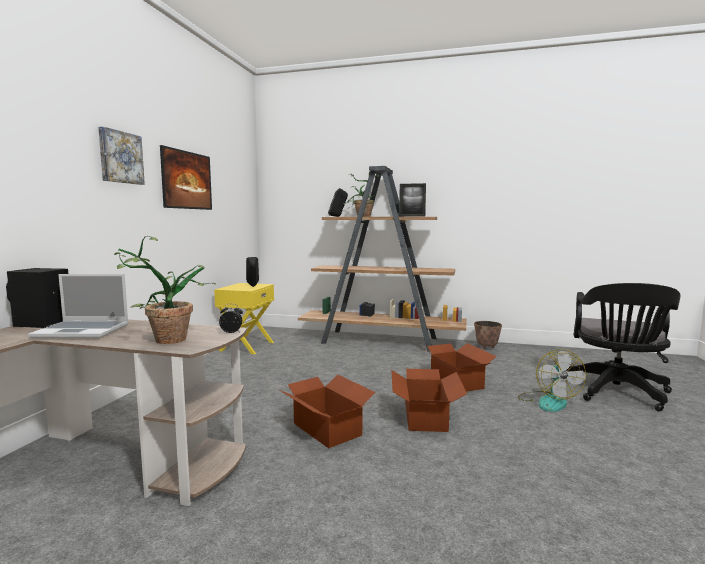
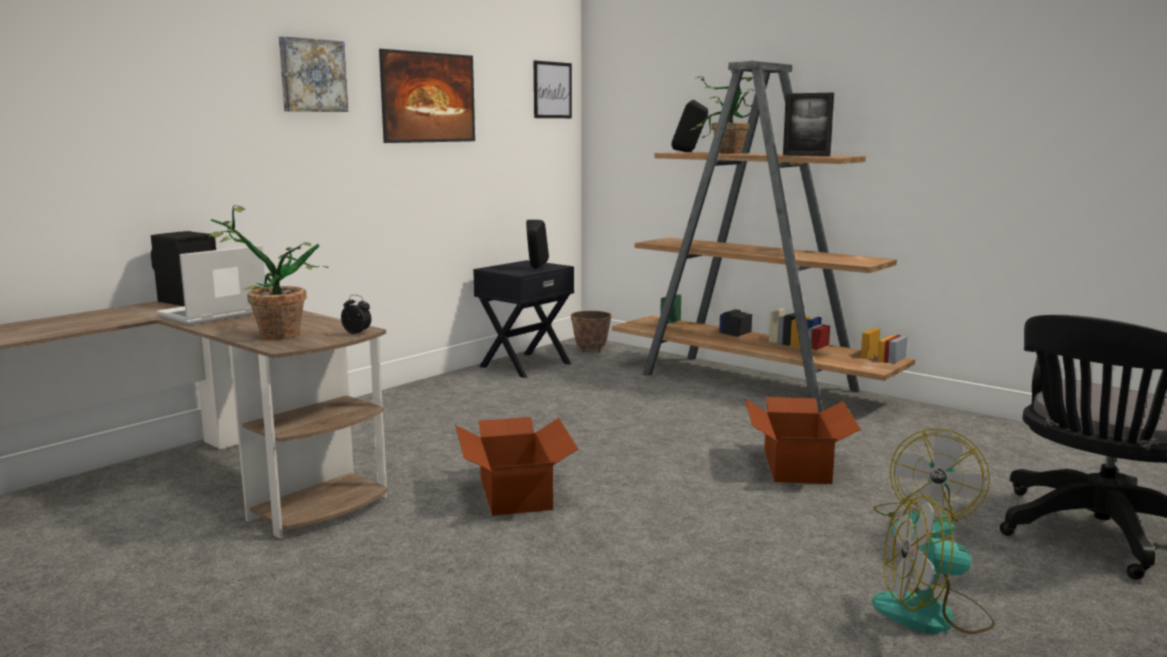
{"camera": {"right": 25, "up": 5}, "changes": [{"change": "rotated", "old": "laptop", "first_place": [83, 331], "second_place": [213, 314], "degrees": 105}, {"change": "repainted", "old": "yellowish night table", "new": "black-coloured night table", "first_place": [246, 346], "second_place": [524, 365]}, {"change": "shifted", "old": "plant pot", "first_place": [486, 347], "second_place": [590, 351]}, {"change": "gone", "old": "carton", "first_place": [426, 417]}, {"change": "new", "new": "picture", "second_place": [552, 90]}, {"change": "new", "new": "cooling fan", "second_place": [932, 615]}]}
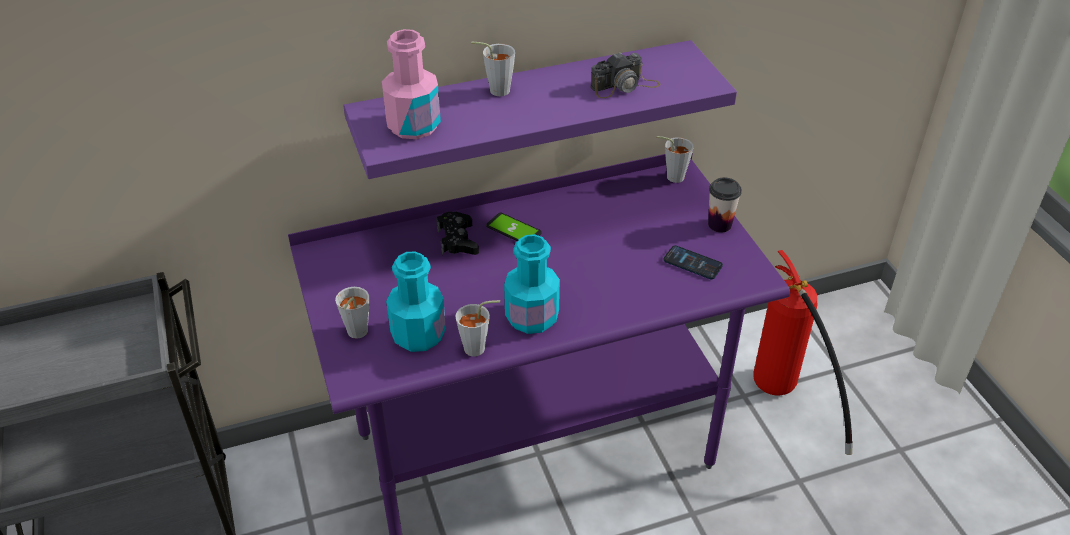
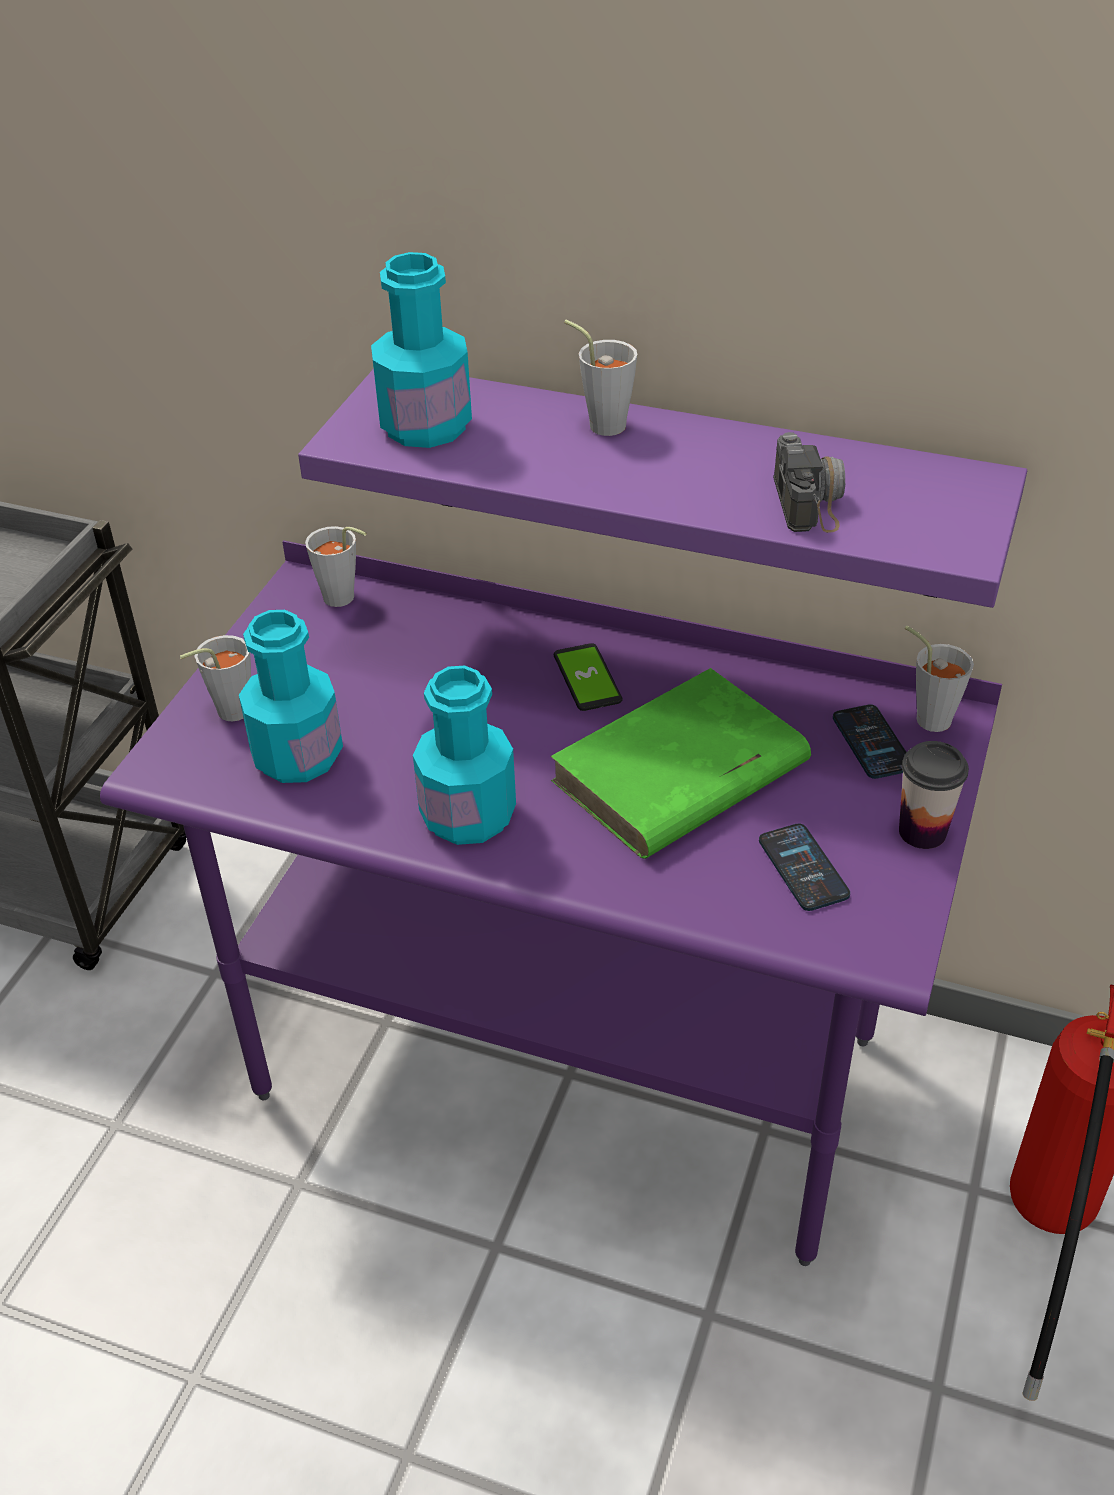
{"camera": {"right": 40, "up": 0}, "changes": [{"change": "repainted", "old": "pinkish beverage bottle", "new": "turquoise beverage bottle", "first_place": [413, 125], "second_place": [426, 426]}, {"change": "rotated", "old": "photo camera", "first_place": [625, 86], "second_place": [809, 495], "degrees": -105}, {"change": "gone", "old": "black-coloured gamepad", "first_place": [457, 240]}, {"change": "shifted", "old": "gray small cup", "first_place": [479, 348], "second_place": [344, 600]}, {"change": "new", "new": "green book", "second_place": [678, 774]}, {"change": "new", "new": "handset", "second_place": [872, 743]}]}
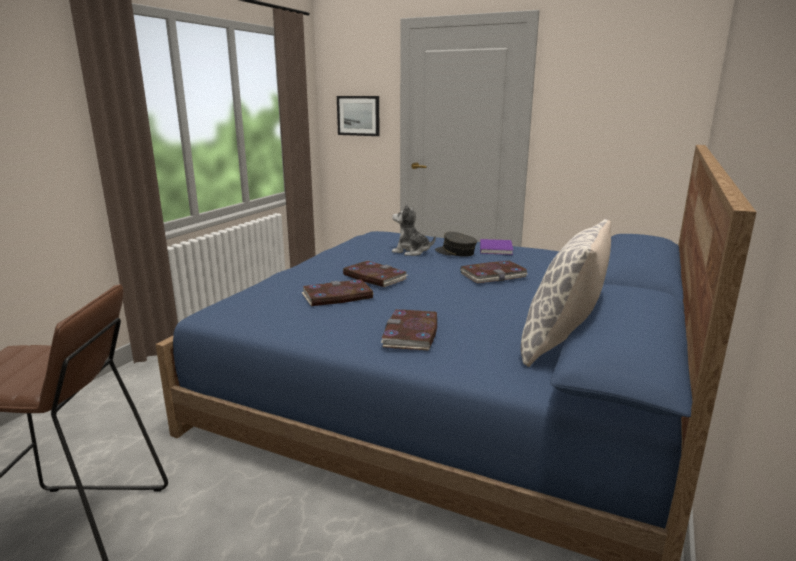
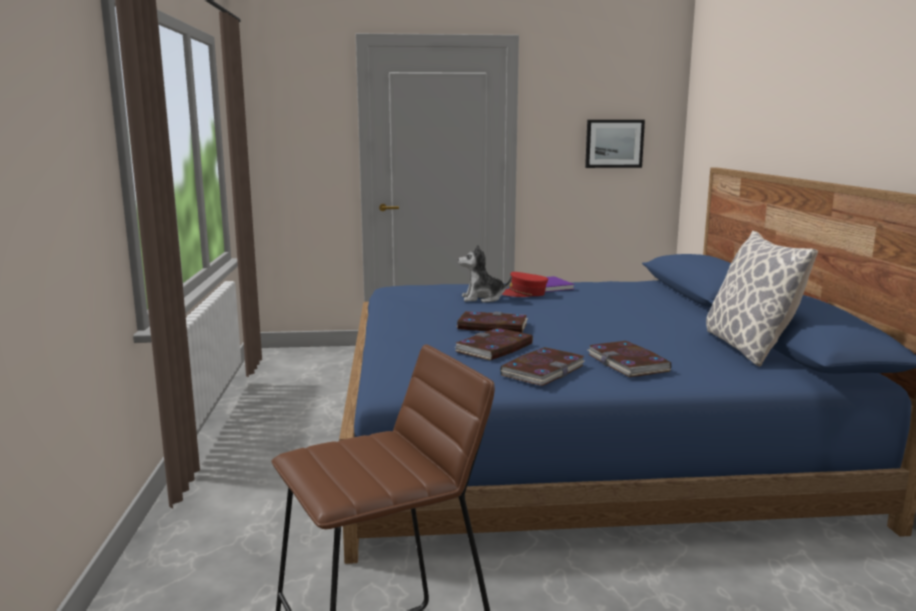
{"camera": {"right": -30, "up": -5}, "changes": [{"change": "shifted", "old": "picture", "first_place": [358, 115], "second_place": [614, 143]}, {"change": "repainted", "old": "gray peaked cap", "new": "red peaked cap", "first_place": [455, 252], "second_place": [523, 294]}, {"change": "shifted", "old": "book", "first_place": [493, 275], "second_place": [542, 370]}]}
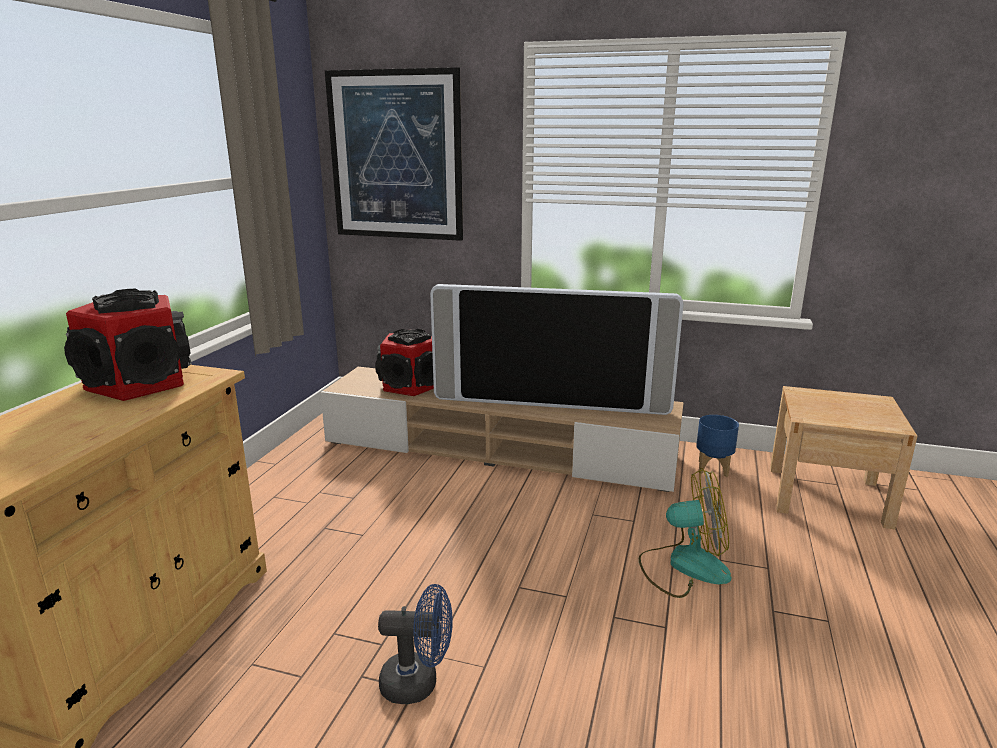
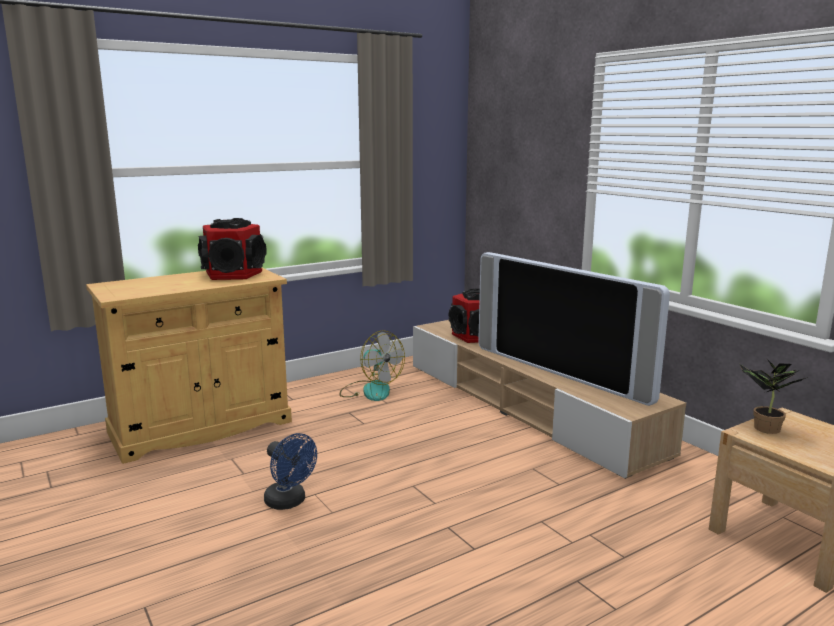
{"camera": {"right": 40, "up": -5}, "changes": [{"change": "gone", "old": "picture", "first_place": [395, 156]}, {"change": "gone", "old": "bluish plant pot", "first_place": [713, 468]}, {"change": "shifted", "old": "cooling fan", "first_place": [684, 566], "second_place": [370, 390]}, {"change": "new", "new": "houseplant", "second_place": [763, 428]}]}
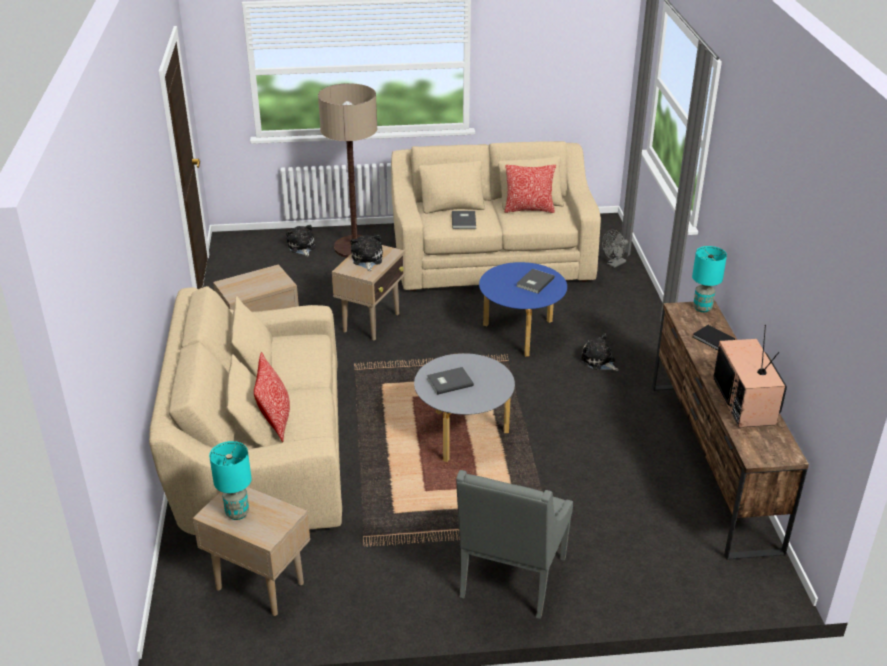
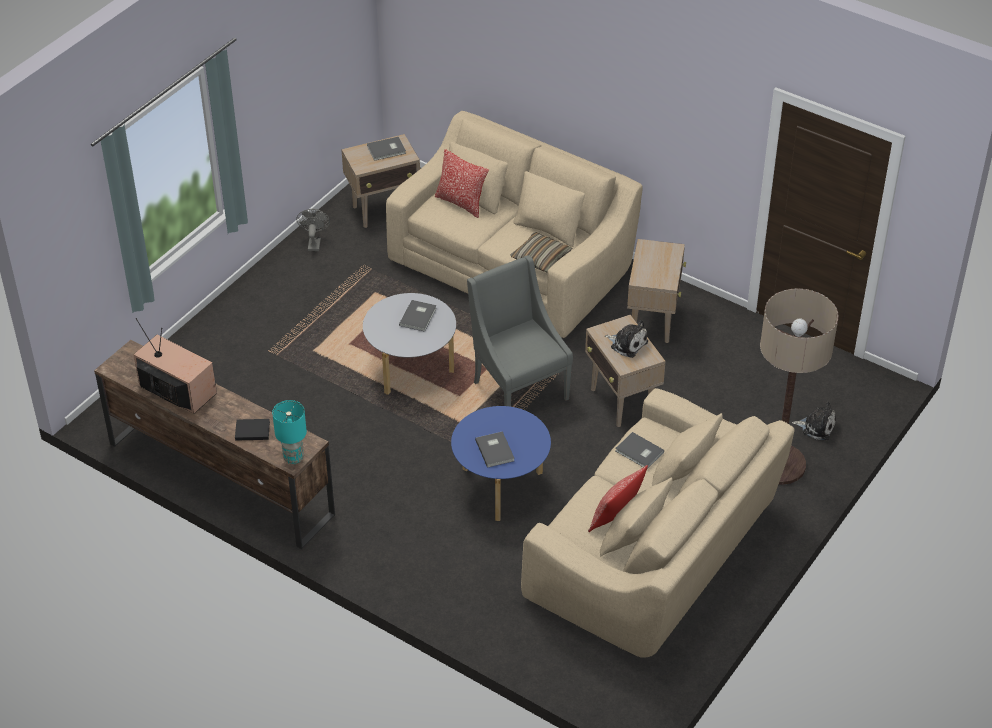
{"camera": {"right": 130, "up": 10}, "changes": [{"change": "shifted", "old": "gray cooling fan", "first_place": [614, 264], "second_place": [314, 243]}, {"change": "gone", "old": "soft toy", "first_place": [599, 361]}, {"change": "swapped", "old": "turquoise table lamp", "new": "gray book", "first_place": [237, 513], "second_place": [387, 150]}, {"change": "shifted", "old": "gray armchair", "first_place": [510, 579], "second_place": [518, 389]}, {"change": "new", "new": "throw pillow", "second_place": [541, 258]}]}
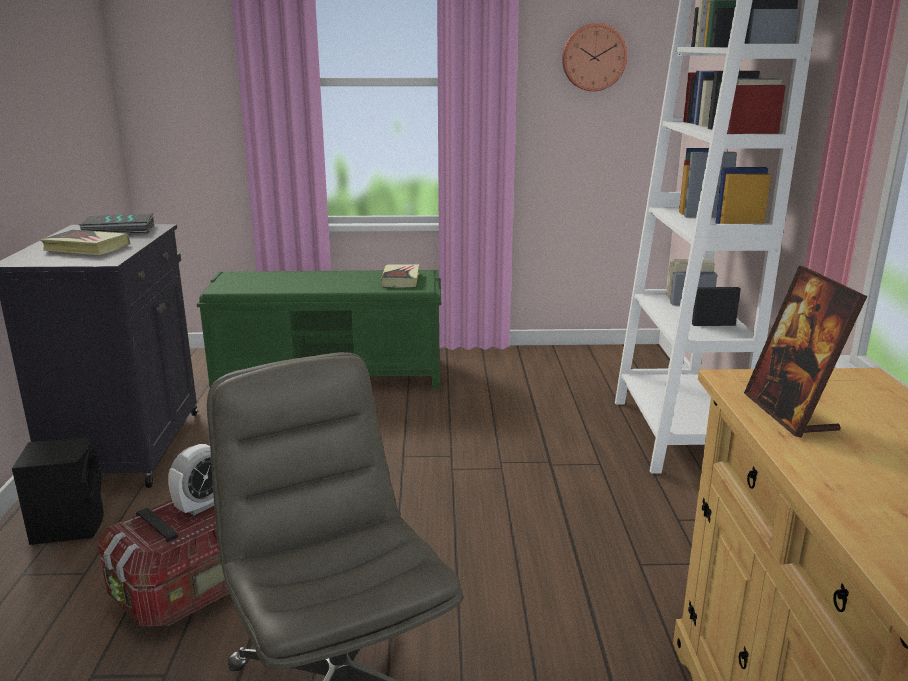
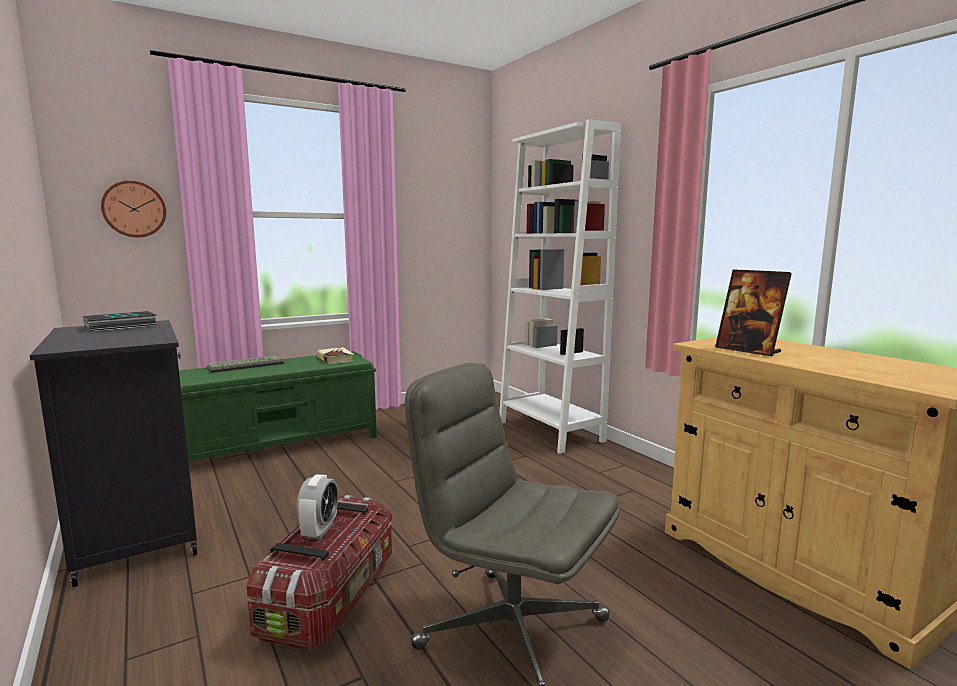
{"camera": {"right": -30, "up": -10}, "changes": [{"change": "shifted", "old": "clock on the wall", "first_place": [593, 57], "second_place": [134, 209]}, {"change": "gone", "old": "book", "first_place": [86, 248]}, {"change": "gone", "old": "black-coloured audio speaker", "first_place": [69, 525]}, {"change": "new", "new": "keyboard", "second_place": [246, 365]}]}
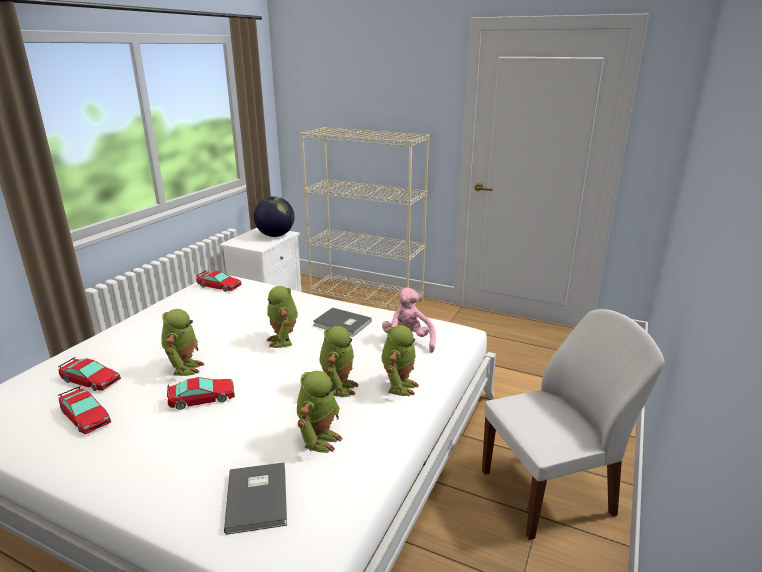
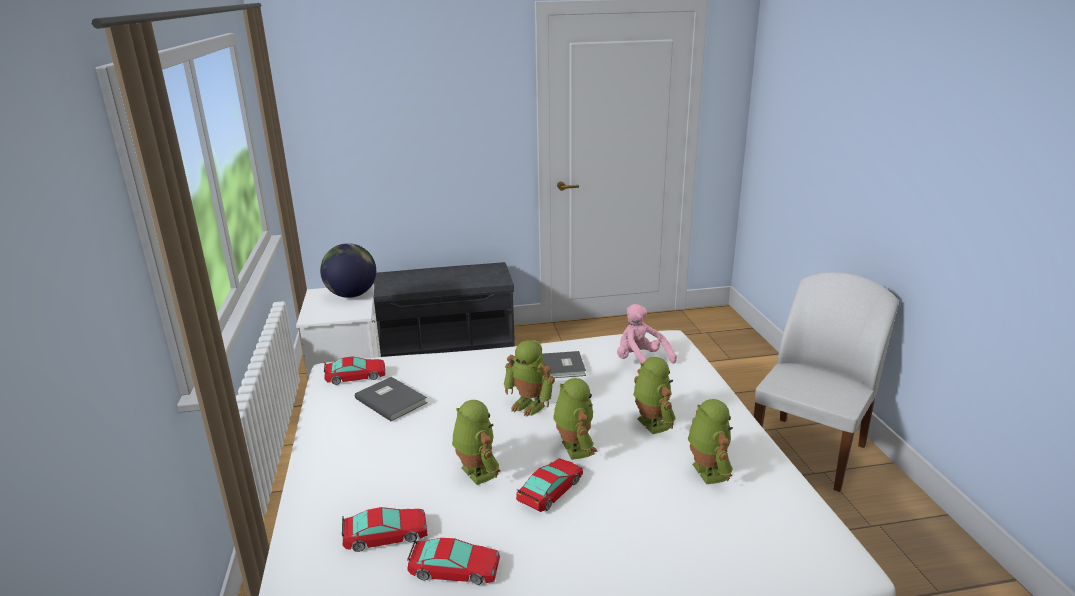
{"camera": {"right": -35, "up": 0}, "changes": [{"change": "swapped", "old": "beige shelving unit", "new": "gray long seat", "first_place": [367, 298], "second_place": [446, 345]}, {"change": "shifted", "old": "model robot", "first_place": [399, 386], "second_place": [574, 448]}, {"change": "shifted", "old": "gray book", "first_place": [259, 497], "second_place": [391, 399]}]}
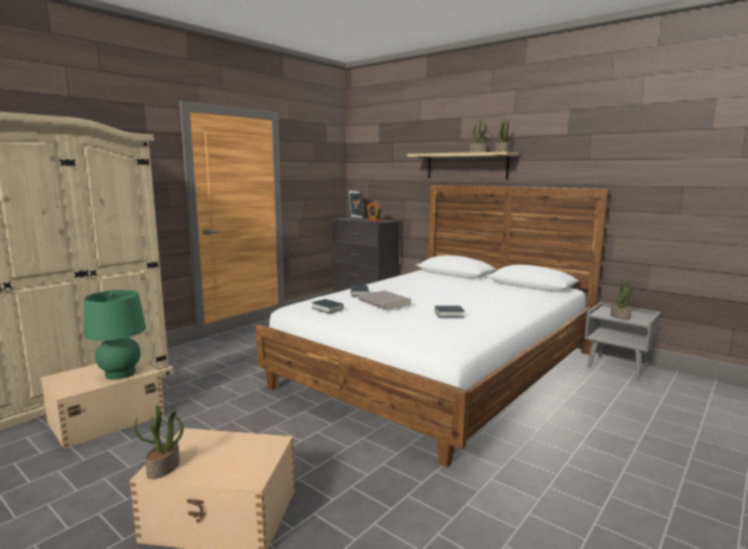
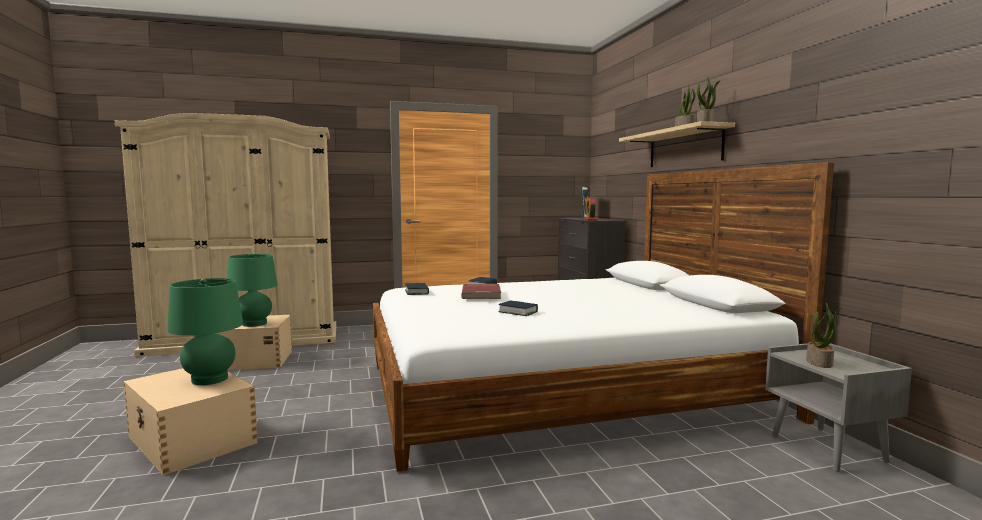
{"camera": {"right": 35, "up": -5}, "changes": [{"change": "repainted", "old": "gray book", "new": "red book", "first_place": [385, 302], "second_place": [482, 293]}, {"change": "gone", "old": "houseplant", "first_place": [163, 468]}, {"change": "new", "new": "green table lamp", "second_place": [210, 379]}]}
